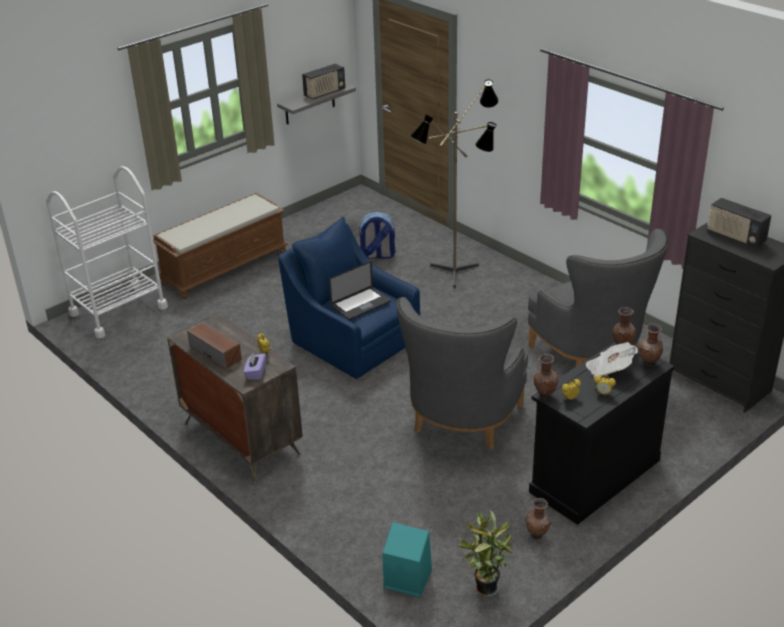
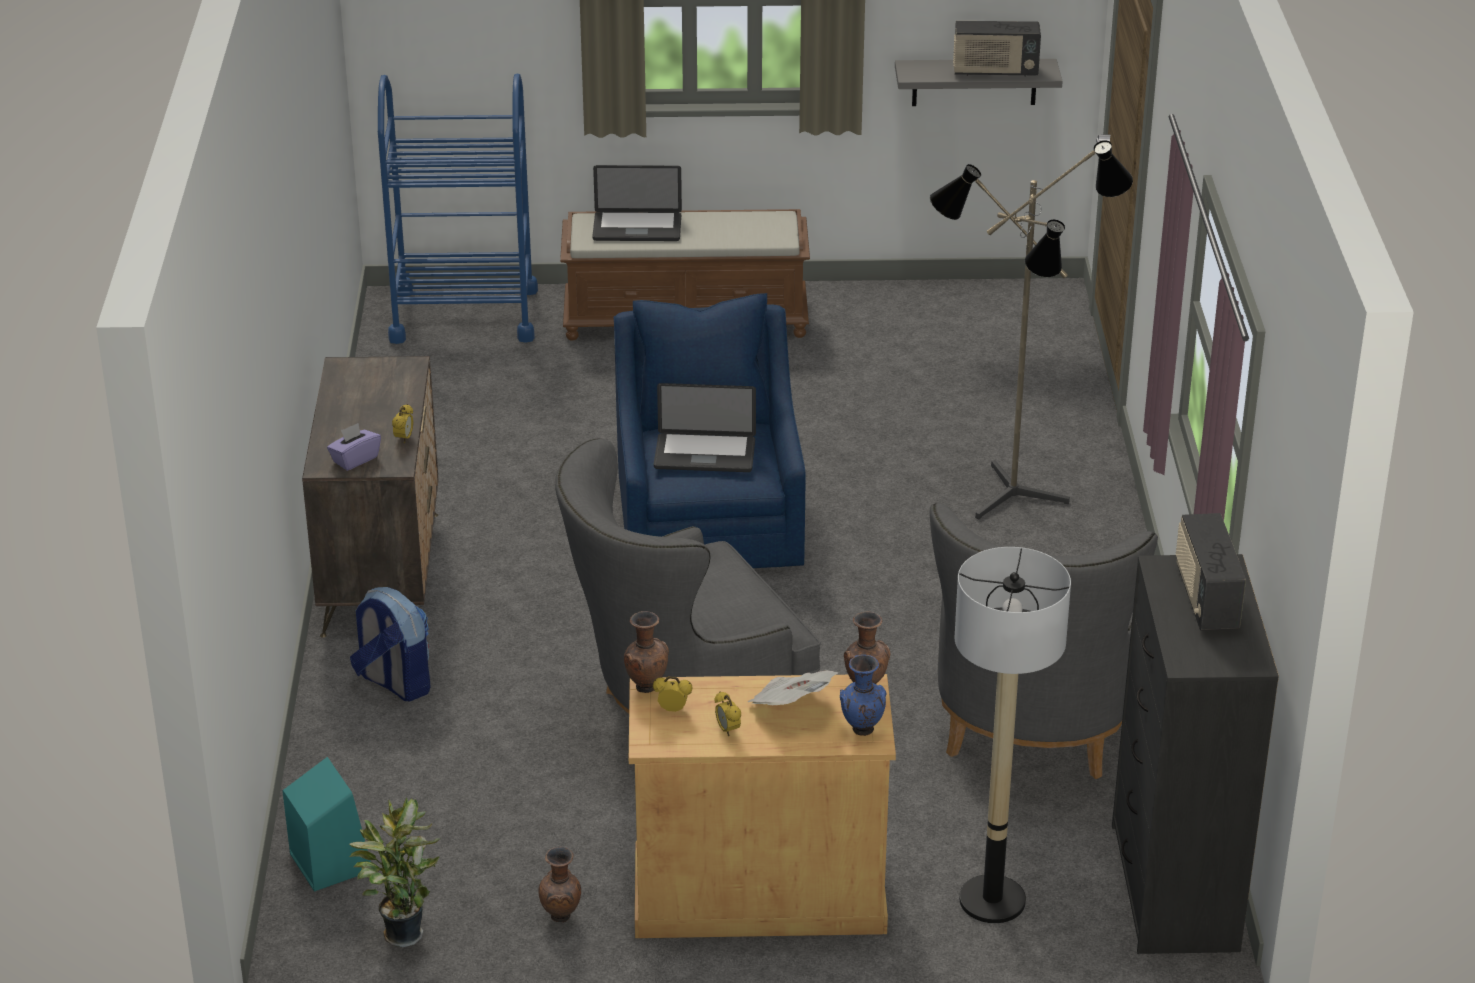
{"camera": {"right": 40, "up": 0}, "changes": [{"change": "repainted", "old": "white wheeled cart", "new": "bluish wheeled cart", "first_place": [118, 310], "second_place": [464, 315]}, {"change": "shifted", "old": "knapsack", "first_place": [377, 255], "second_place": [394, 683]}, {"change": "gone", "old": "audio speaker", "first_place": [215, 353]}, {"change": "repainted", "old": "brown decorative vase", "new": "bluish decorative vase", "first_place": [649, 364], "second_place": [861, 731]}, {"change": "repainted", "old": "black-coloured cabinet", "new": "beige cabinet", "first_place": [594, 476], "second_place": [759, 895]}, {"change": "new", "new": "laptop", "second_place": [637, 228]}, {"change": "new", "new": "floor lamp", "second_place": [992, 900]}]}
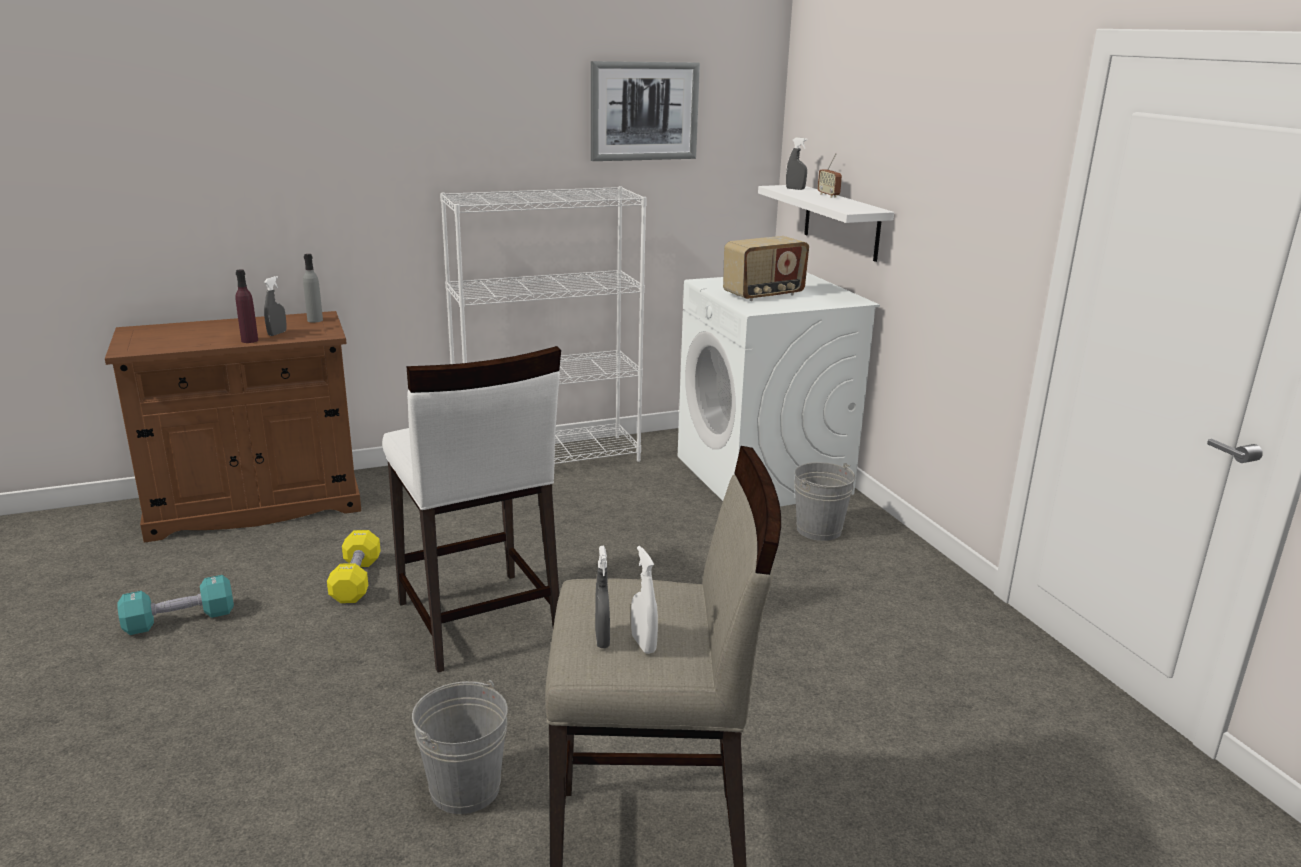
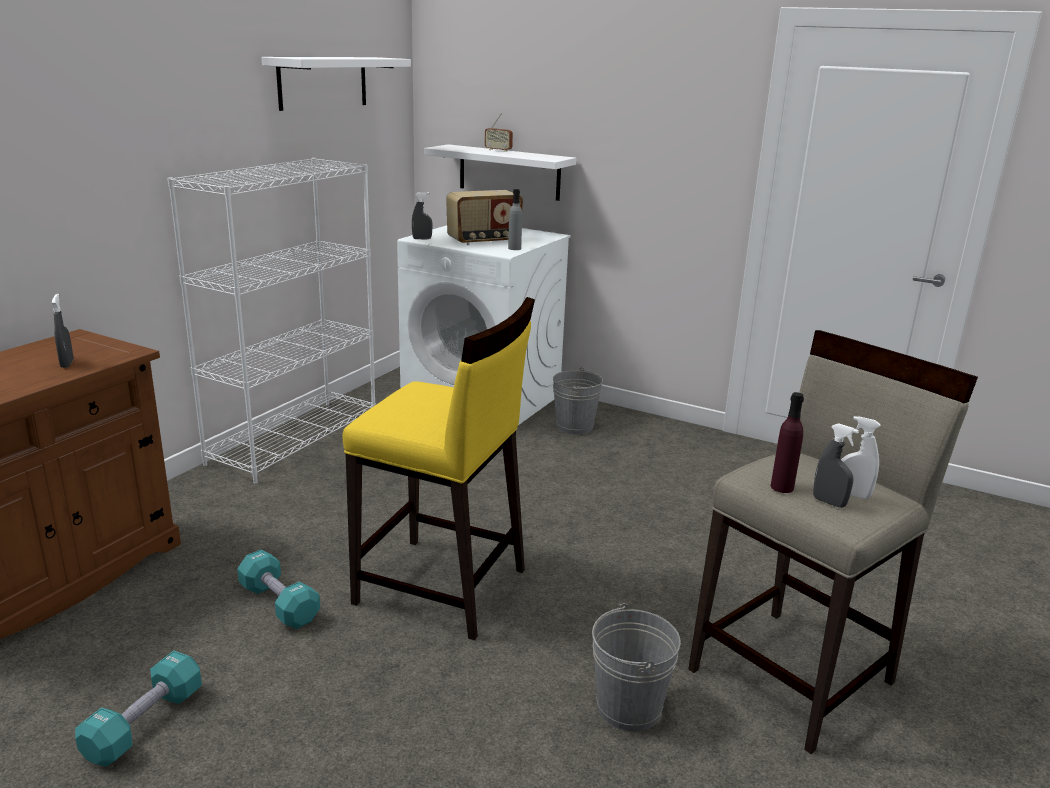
{"camera": {"right": -40, "up": 0}, "changes": [{"change": "swapped", "old": "picture", "new": "white bracket shelf", "first_place": [644, 111], "second_place": [323, 82]}, {"change": "shifted", "old": "gray spray bottle", "first_place": [795, 189], "second_place": [422, 239]}, {"change": "rotated", "old": "radio set", "first_place": [764, 295], "second_place": [484, 241], "degrees": 45}, {"change": "shifted", "old": "gray beverage bottle", "first_place": [315, 320], "second_place": [514, 248]}, {"change": "shifted", "old": "purple beverage bottle", "first_place": [249, 340], "second_place": [782, 487]}, {"change": "repainted", "old": "white stool", "new": "yellowish stool", "first_place": [477, 621], "second_place": [442, 587]}, {"change": "repainted", "old": "yellowish free weight", "new": "turquoise free weight", "first_place": [356, 580], "second_place": [279, 604]}]}
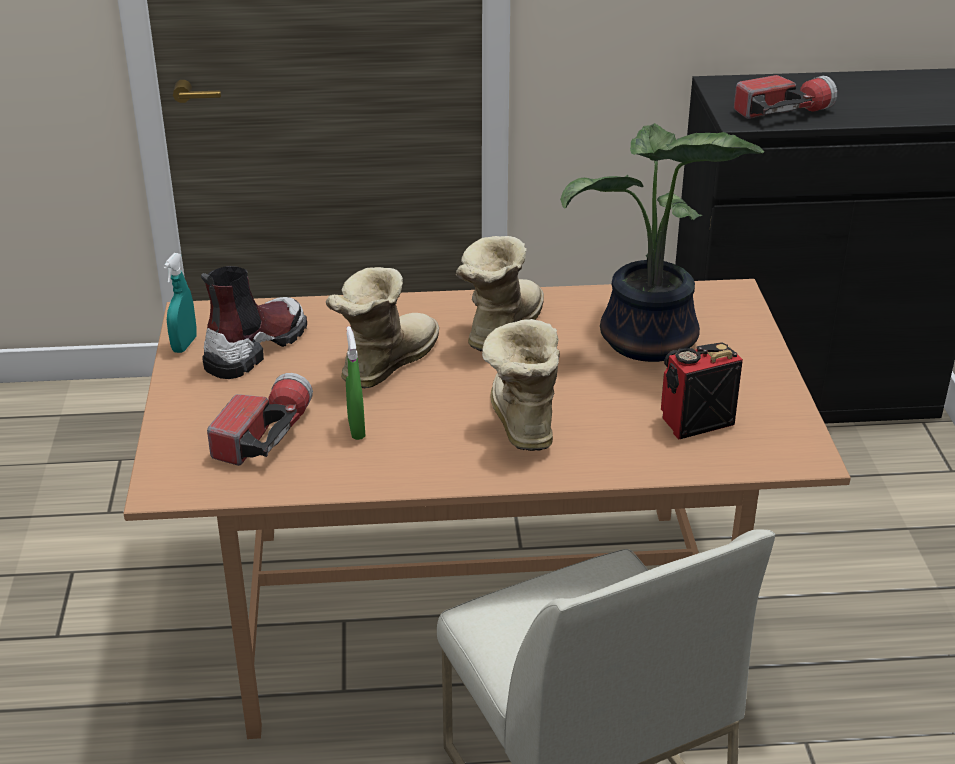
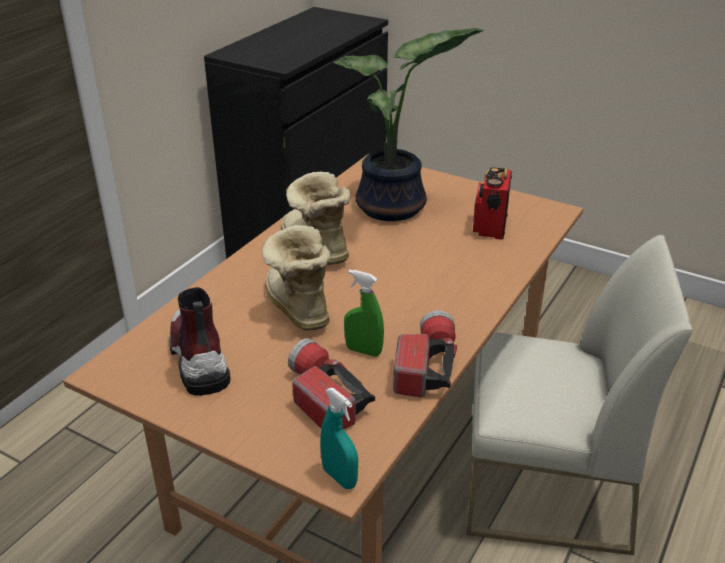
{"camera": {"right": -55, "up": 0}, "changes": [{"change": "shifted", "old": "flashlight", "first_place": [783, 112], "second_place": [425, 366]}, {"change": "shifted", "old": "turquoise spray bottle", "first_place": [184, 345], "second_place": [339, 477]}, {"change": "gone", "old": "tall boot", "first_place": [520, 421]}]}
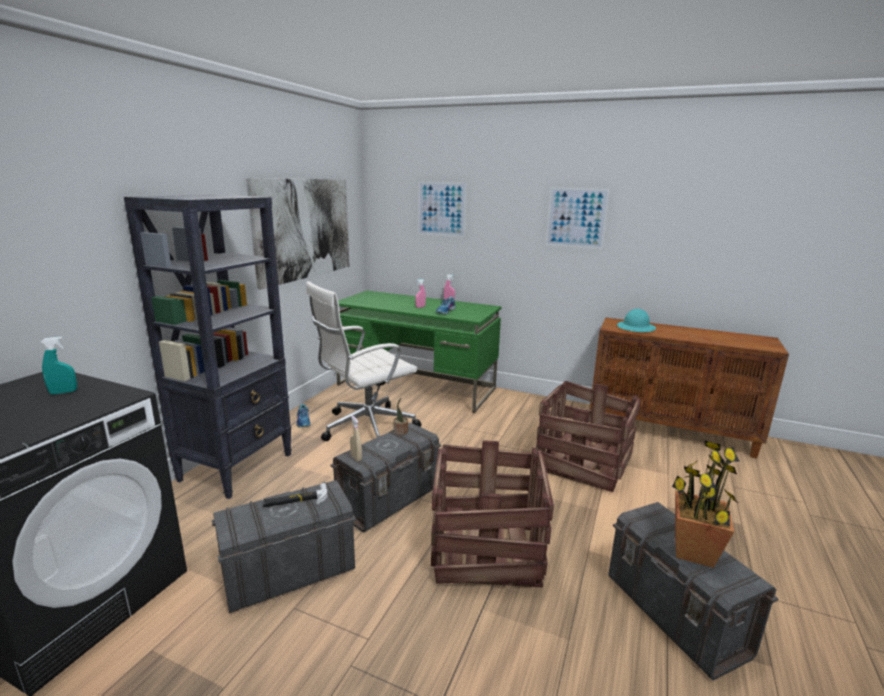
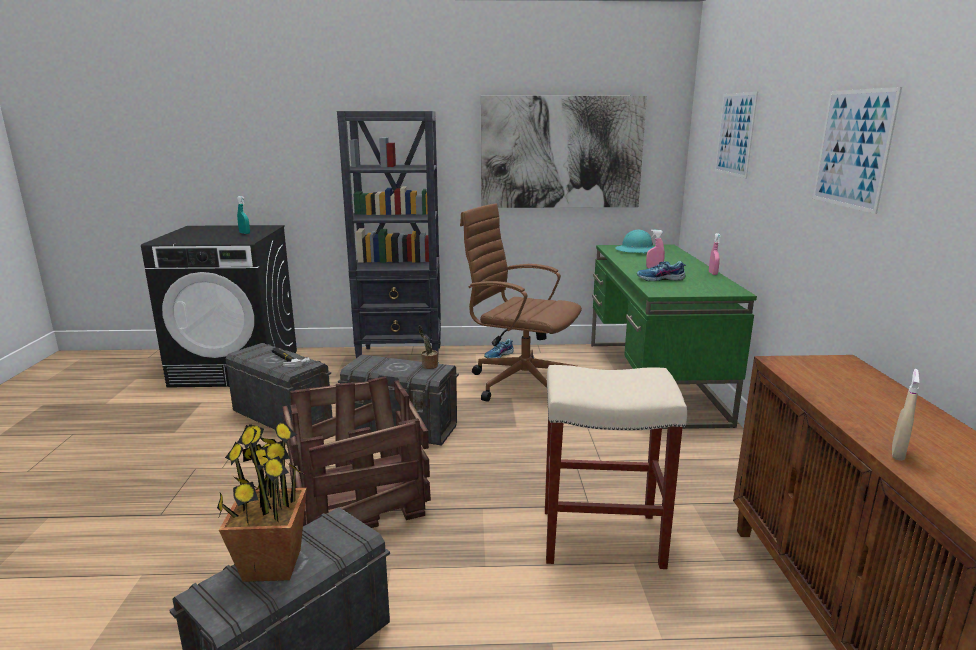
{"camera": {"right": 65, "up": 0}, "changes": [{"change": "repainted", "old": "white office chair", "new": "brown office chair", "first_place": [365, 427], "second_place": [520, 382]}, {"change": "shifted", "old": "turquoise work helmet", "first_place": [636, 328], "second_place": [637, 250]}, {"change": "swapped", "old": "shipping crate", "new": "beige stool", "first_place": [583, 463], "second_place": [599, 538]}, {"change": "shifted", "old": "beige spray bottle", "first_place": [356, 457], "second_place": [897, 453]}]}
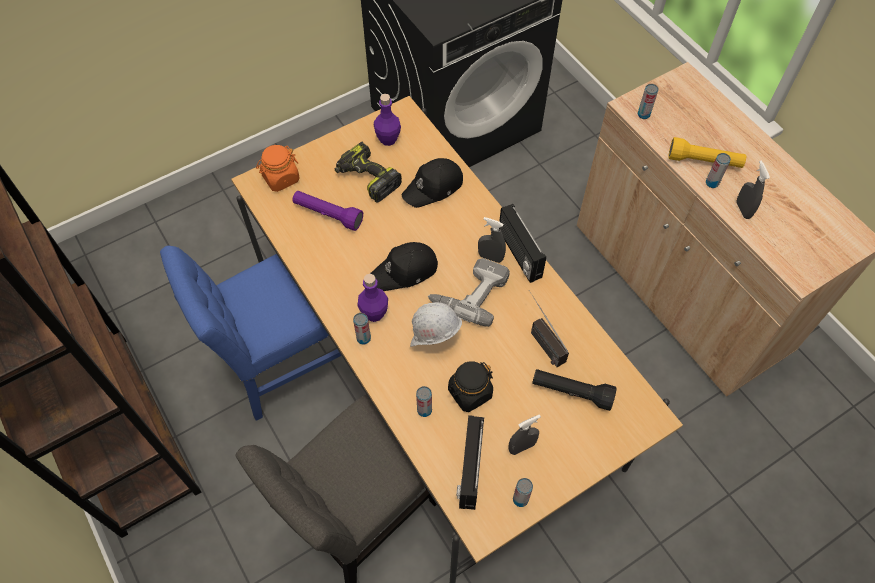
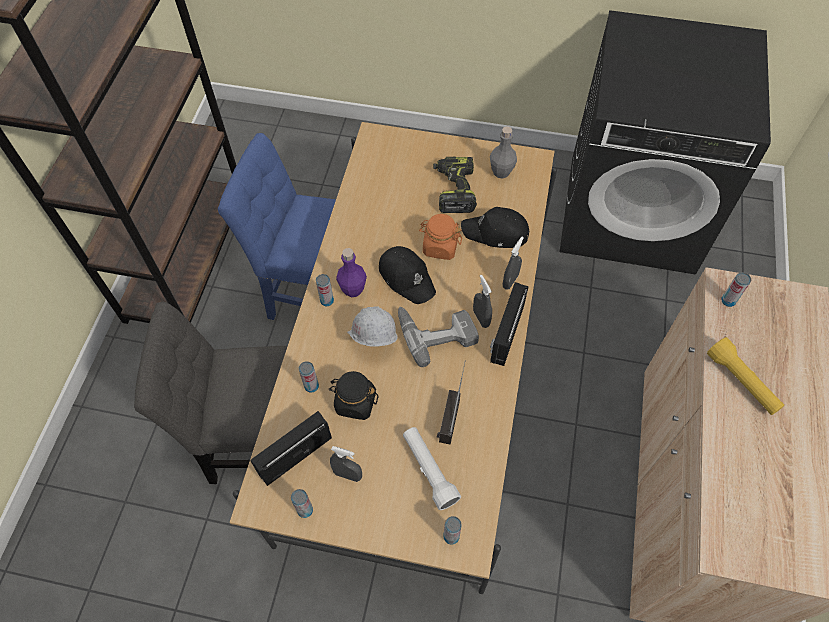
{"camera": {"right": 45, "up": 0}, "changes": [{"change": "repainted", "old": "purple beverage bottle", "new": "gray beverage bottle", "first_place": [388, 139], "second_place": [501, 172]}, {"change": "shifted", "old": "orange-coloured storage jar", "first_place": [280, 178], "second_place": [440, 247]}, {"change": "shifted", "old": "can", "first_place": [712, 183], "second_place": [451, 536]}, {"change": "shifted", "old": "gray spray bottle", "first_place": [743, 210], "second_place": [510, 281]}, {"change": "gone", "old": "purple flashlight", "first_place": [328, 215]}, {"change": "rotated", "old": "black-coloured peaked cap", "first_place": [405, 271], "second_place": [407, 277], "degrees": -150}, {"change": "repainted", "old": "black-coloured flashlight", "new": "white flashlight", "first_place": [571, 392], "second_place": [429, 470]}]}
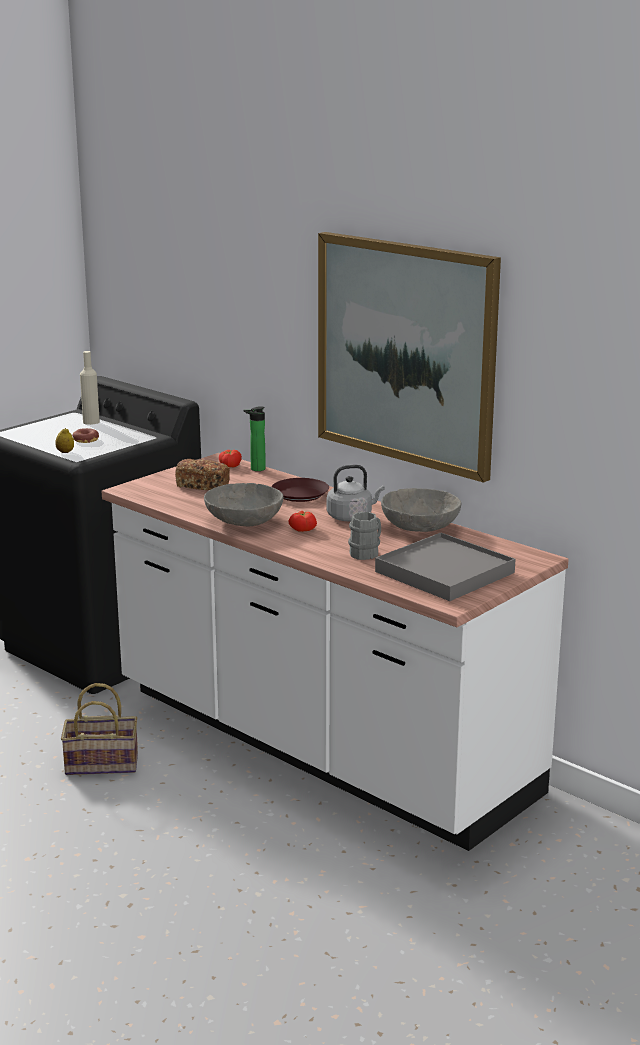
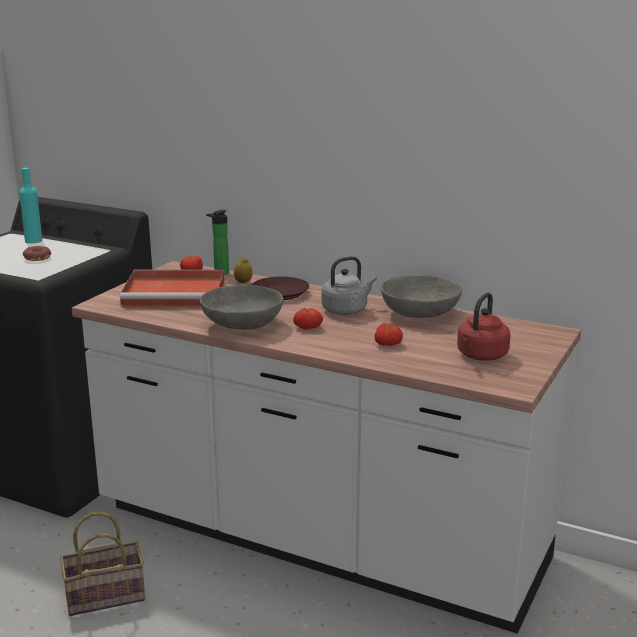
{"camera": {"right": -15, "up": 0}, "changes": [{"change": "gone", "old": "picture", "first_place": [406, 353]}, {"change": "repainted", "old": "beige beverage bottle", "new": "turquoise beverage bottle", "first_place": [91, 422], "second_place": [33, 241]}, {"change": "shifted", "old": "lemon", "first_place": [65, 452], "second_place": [243, 282]}, {"change": "swapped", "old": "bakery bread", "new": "red tray", "first_place": [203, 485], "second_place": [176, 293]}, {"change": "swapped", "old": "gray coffee mug", "new": "tomato", "first_place": [367, 552], "second_place": [388, 344]}, {"change": "swapped", "old": "gray tray", "new": "red tea kettle", "first_place": [444, 572], "second_place": [481, 356]}]}
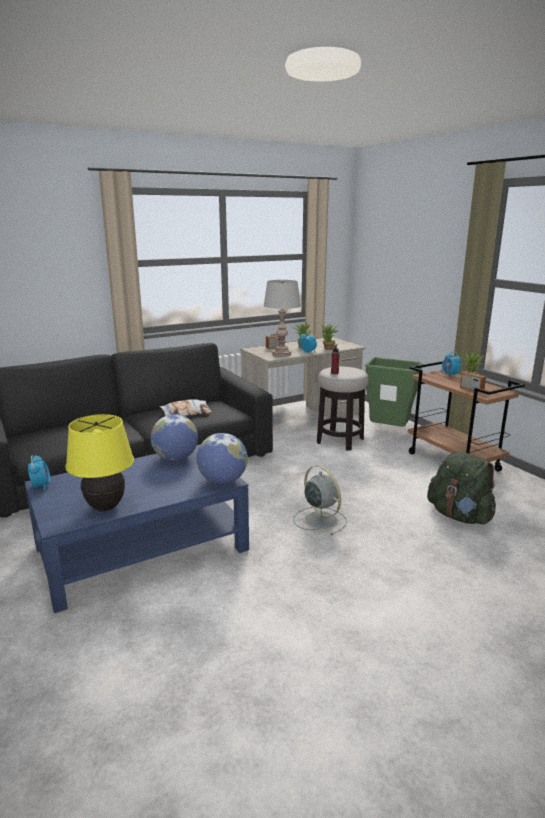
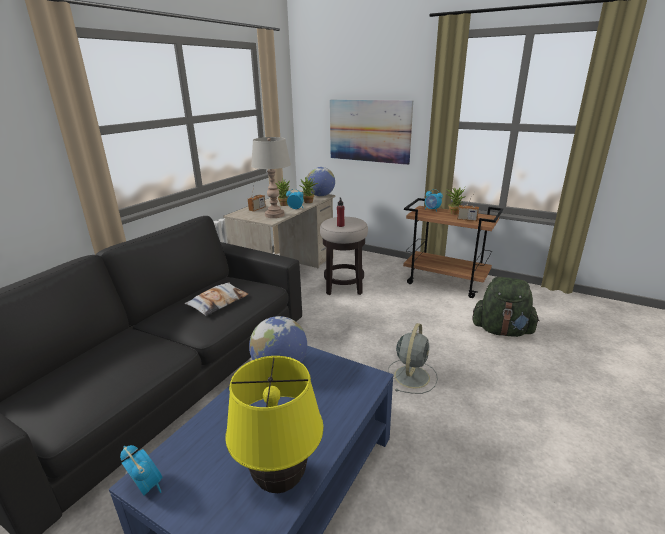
{"camera": {"right": -30, "up": 5}, "changes": [{"change": "gone", "old": "green waste bin", "first_place": [389, 431]}, {"change": "shifted", "old": "globe", "first_place": [223, 481], "second_place": [321, 195]}, {"change": "rotated", "old": "gray cooling fan", "first_place": [319, 520], "second_place": [412, 375], "degrees": 90}, {"change": "new", "new": "picture", "second_place": [369, 131]}]}
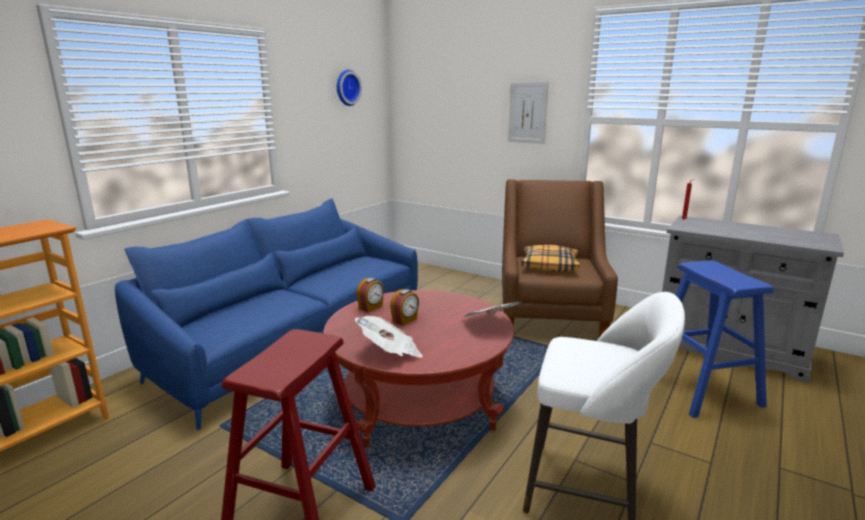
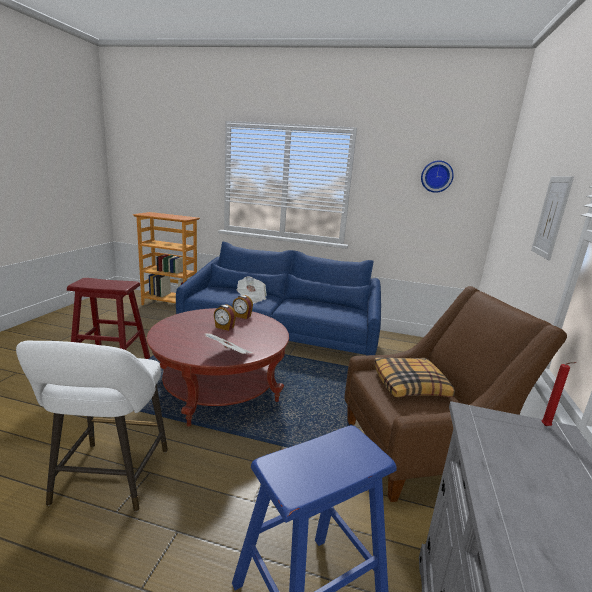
{"camera": {"right": 70, "up": 0}, "changes": [{"change": "shifted", "old": "printed paper", "first_place": [390, 352], "second_place": [251, 298]}]}
